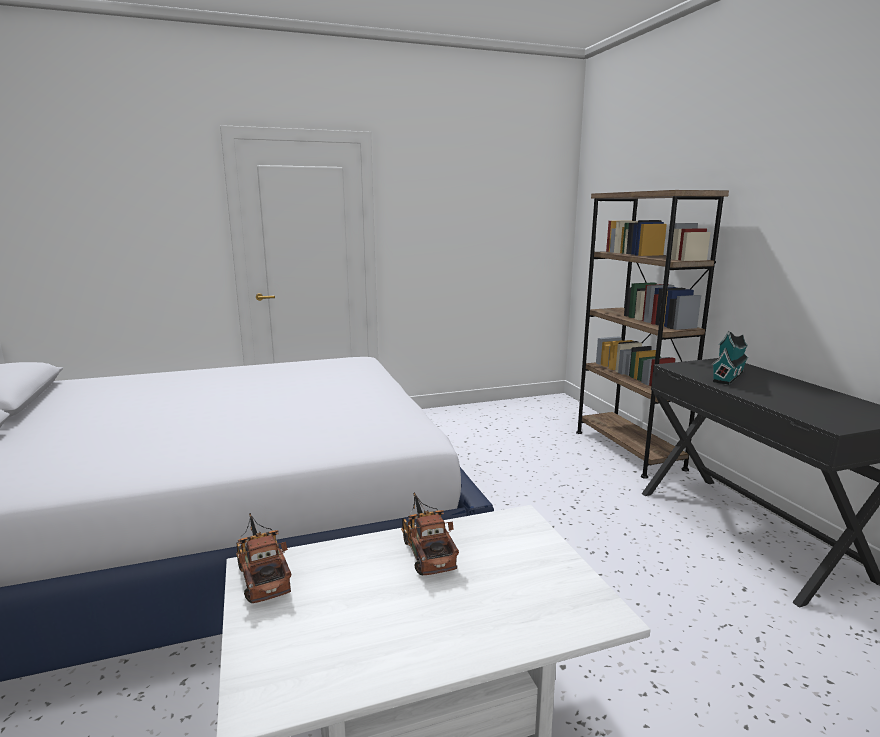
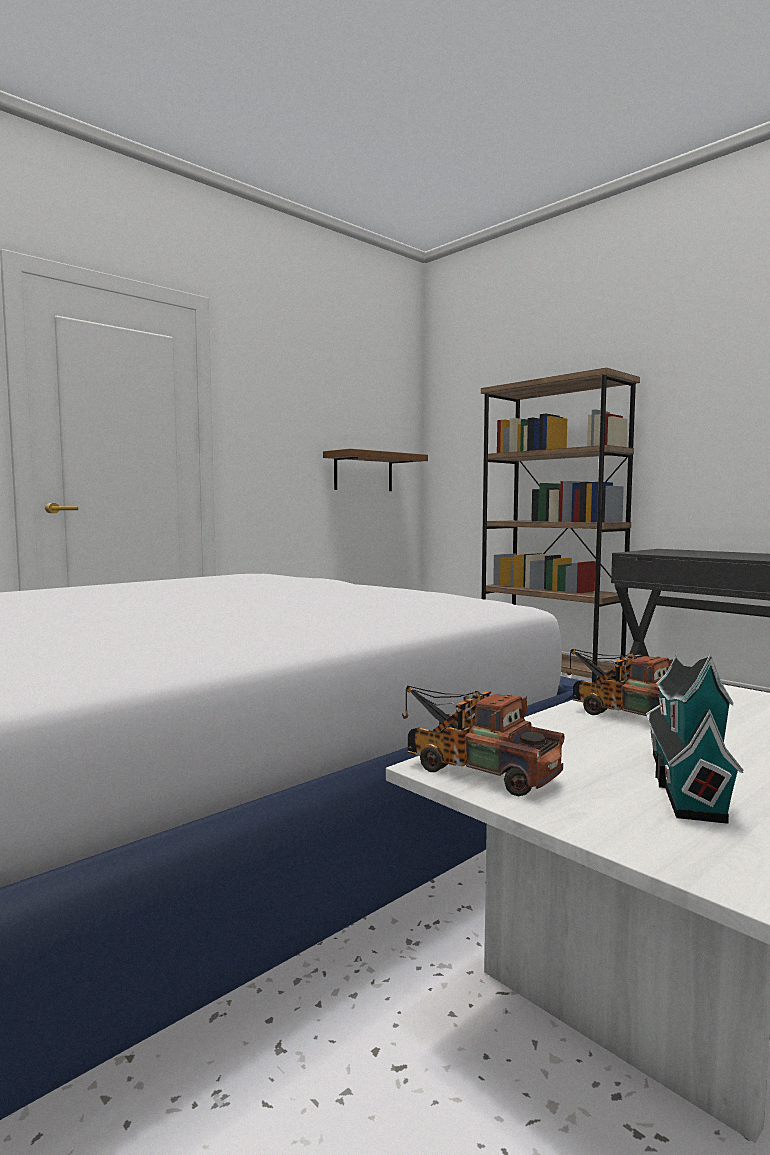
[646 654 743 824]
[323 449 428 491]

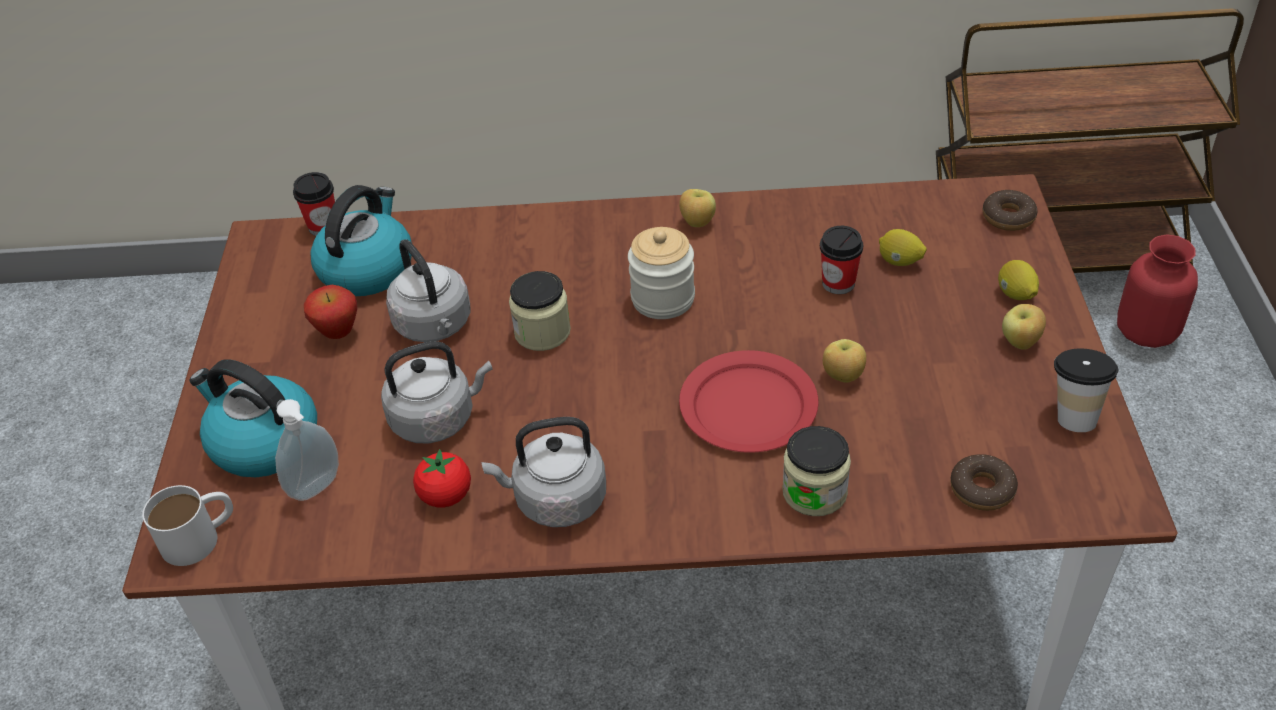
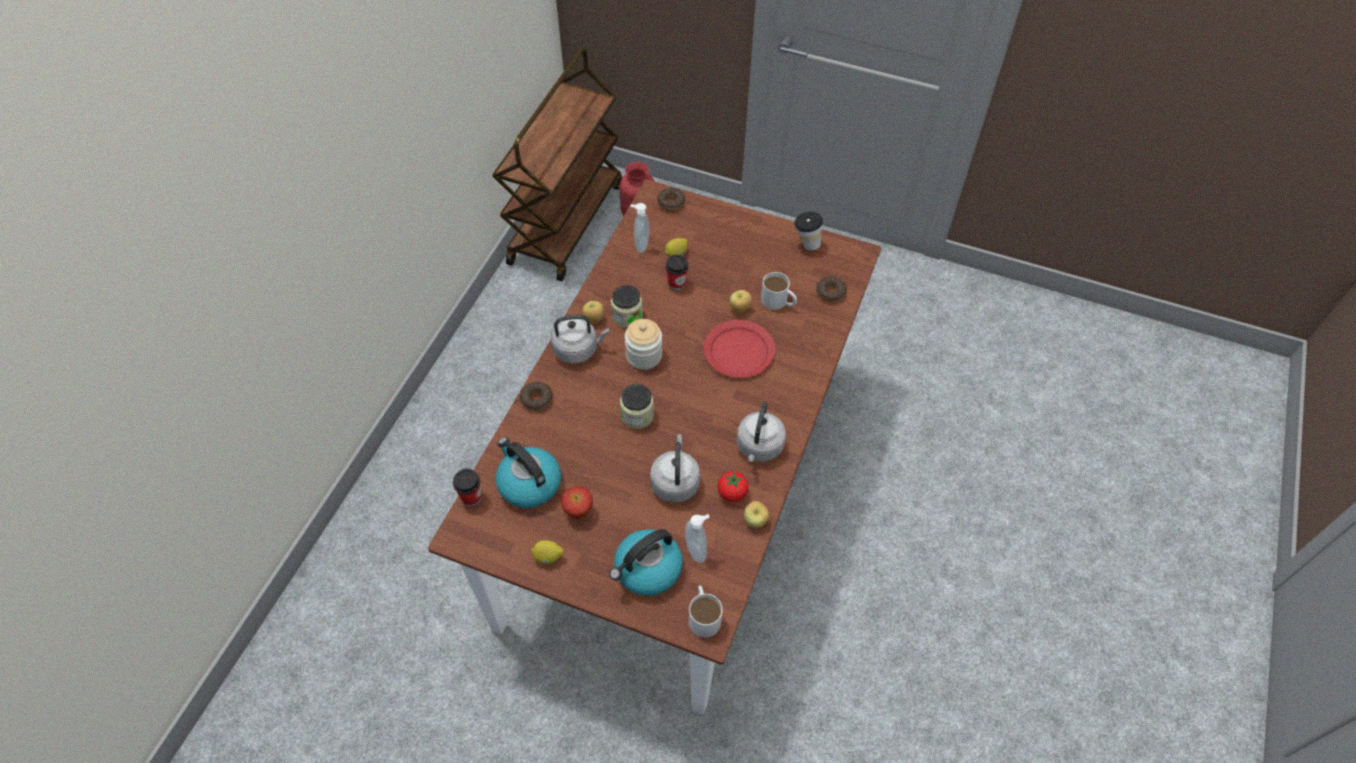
[551 315 610 363]
[531 540 563 564]
[744 501 769 527]
[611 285 643 328]
[631 203 649 253]
[761 272 797 310]
[520 382 553 411]

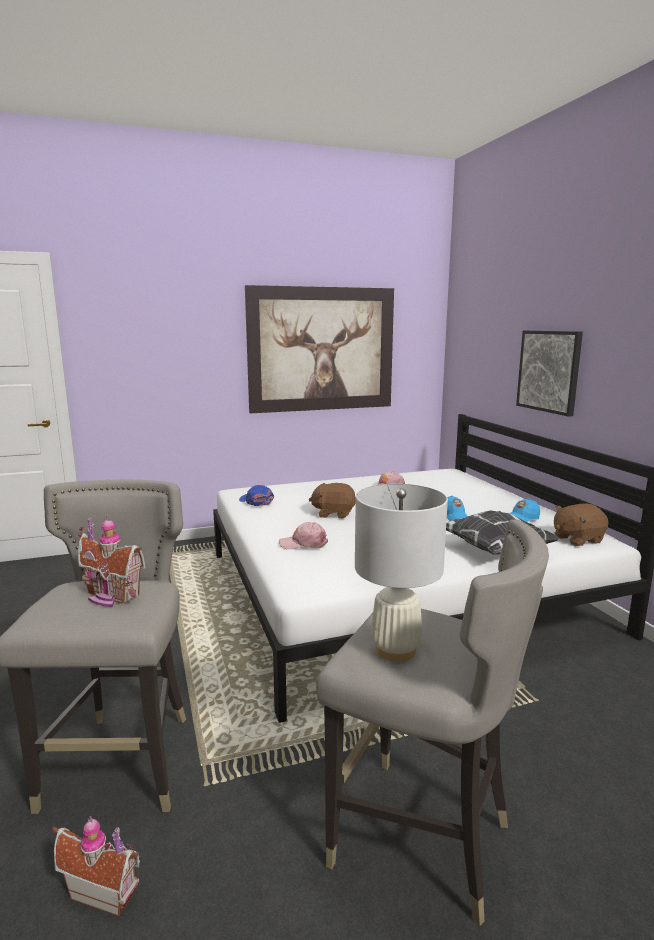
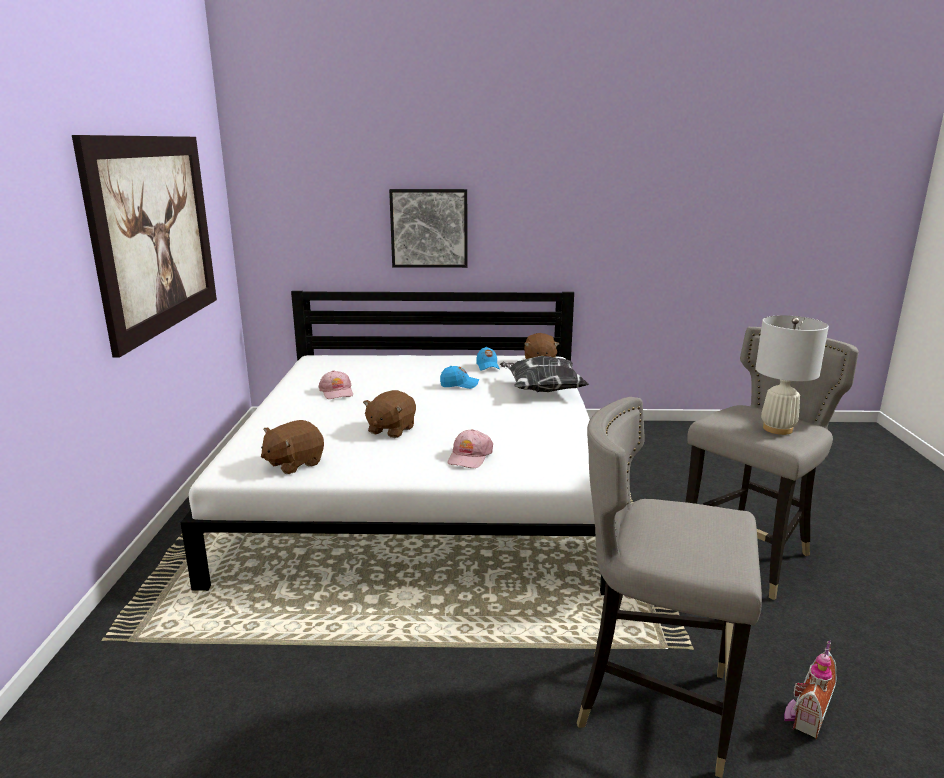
[261 420 324 474]
[78 516 146 607] (first image)

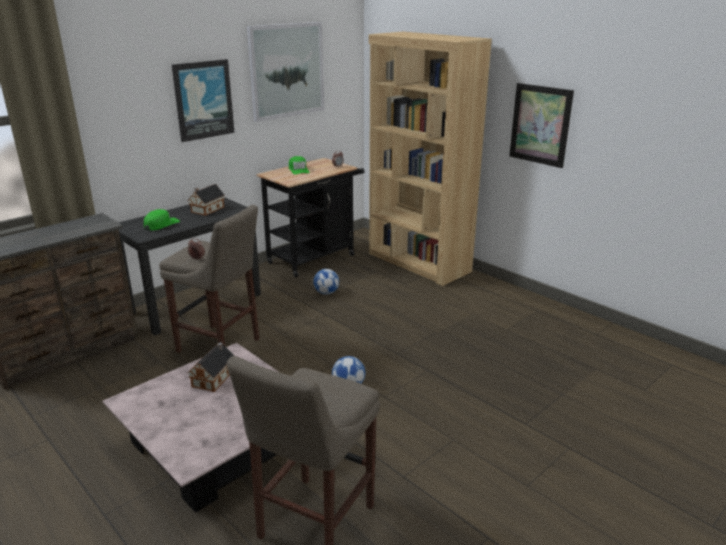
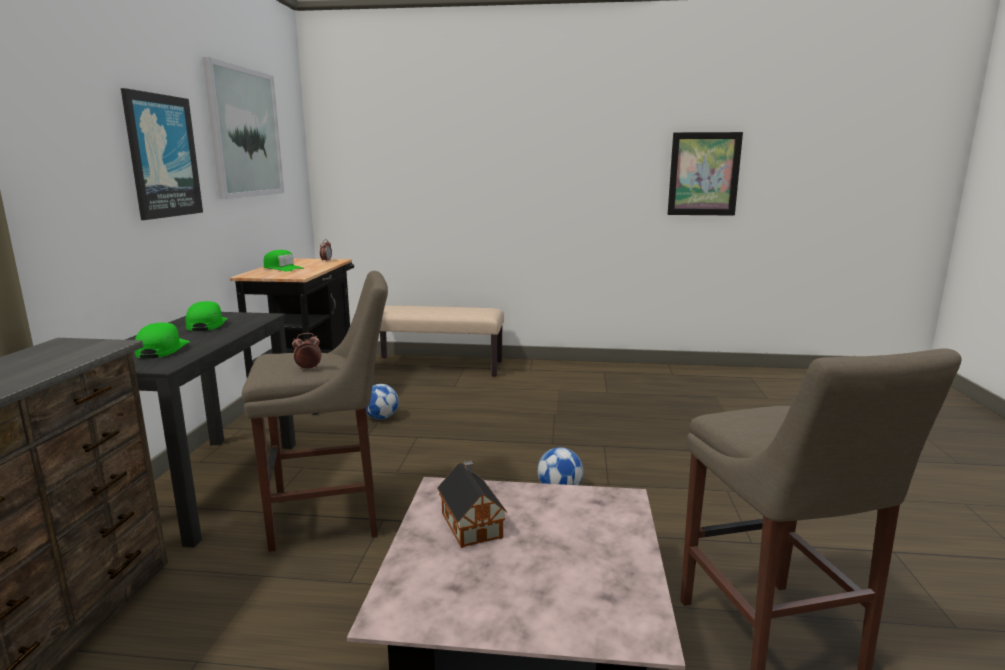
[380 306 504 377]
[667 132 743 216]
[186 301 228 331]

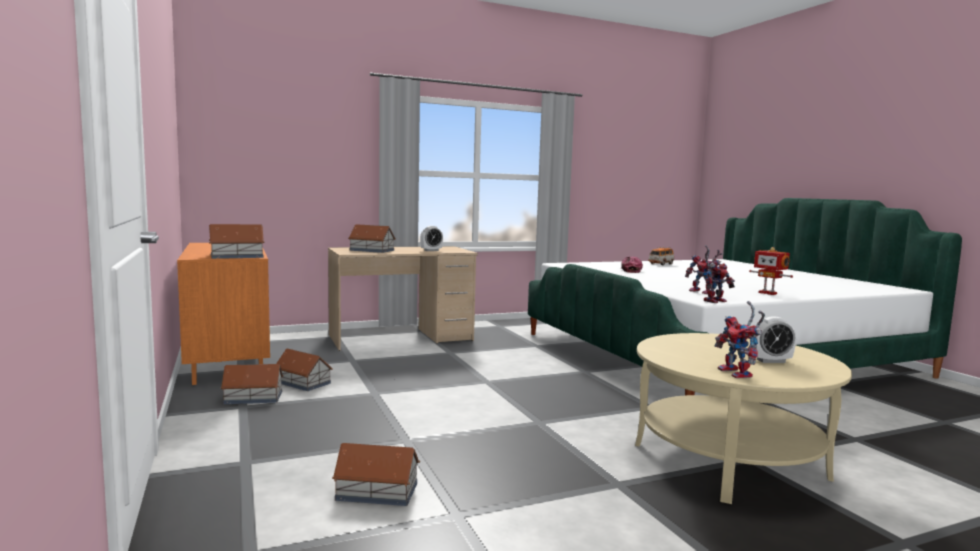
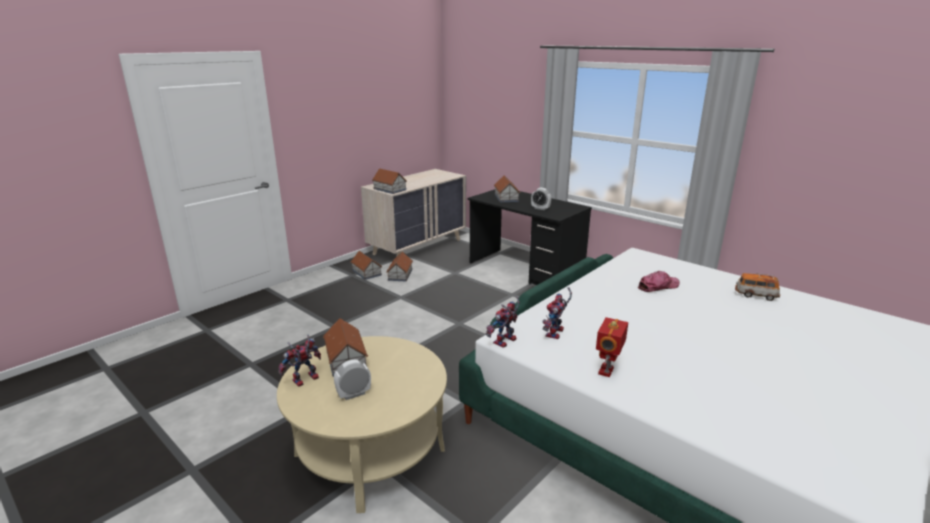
[361 169 466 256]
[467 190 592 285]
[485 296 520 348]
[334 360 371 400]
[323 318 368 377]

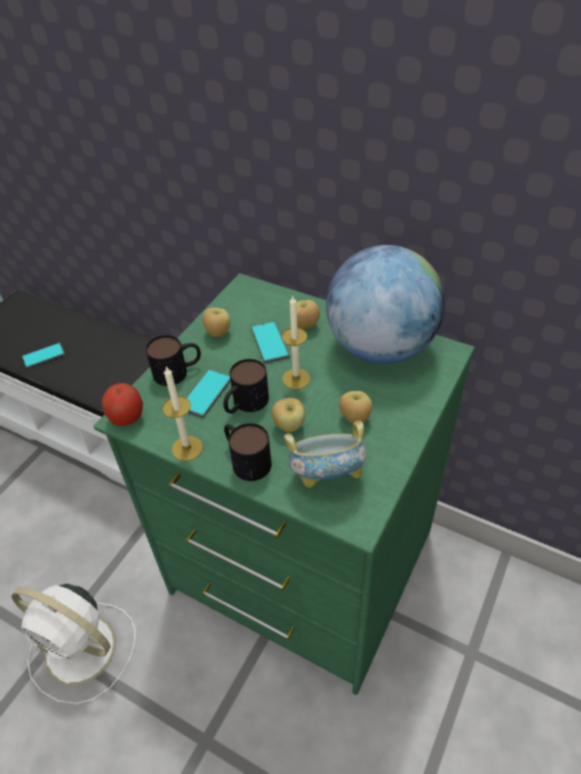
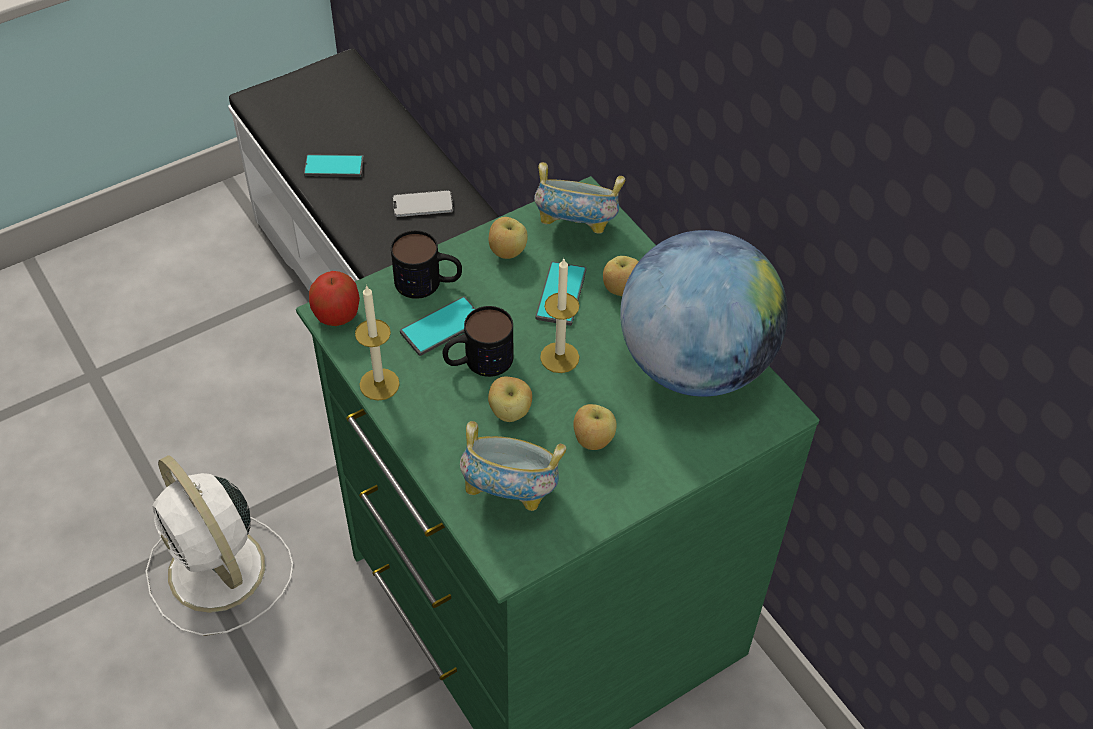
[224 423 271 481] (first image)
[534 162 625 234]
[393 190 453 217]

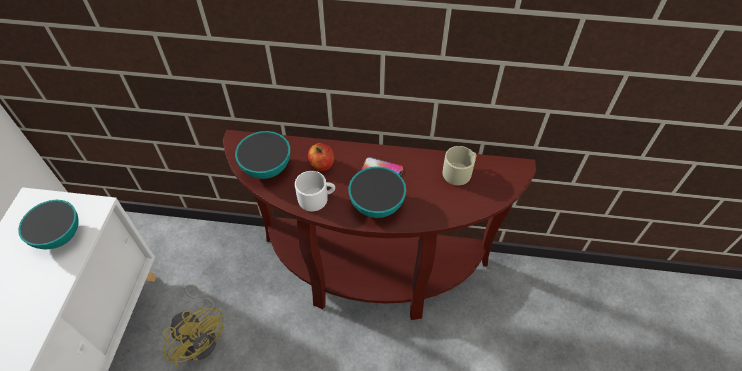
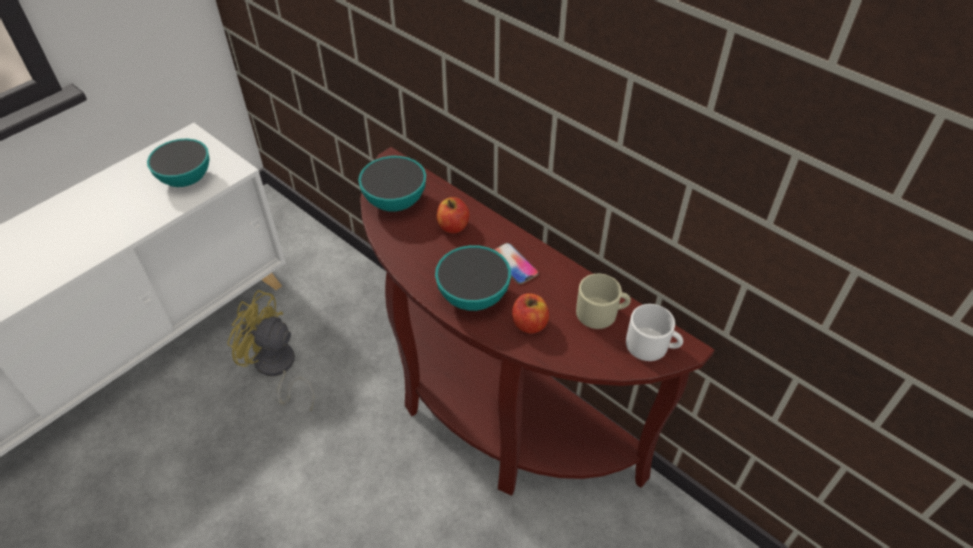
[626 304 683 361]
[228 290 314 411]
[512 293 549 333]

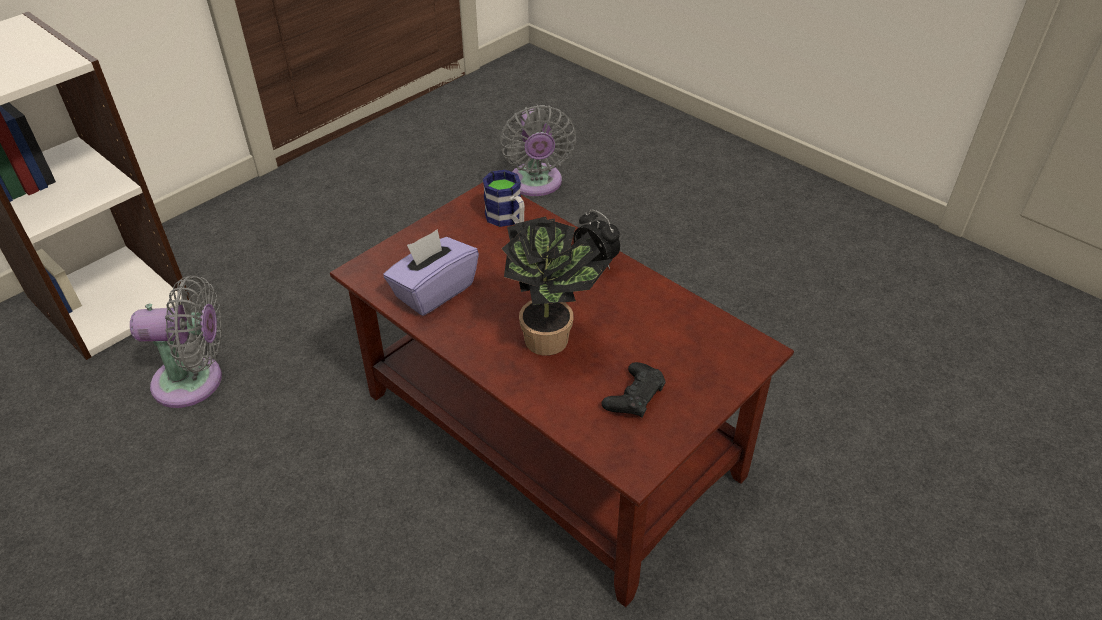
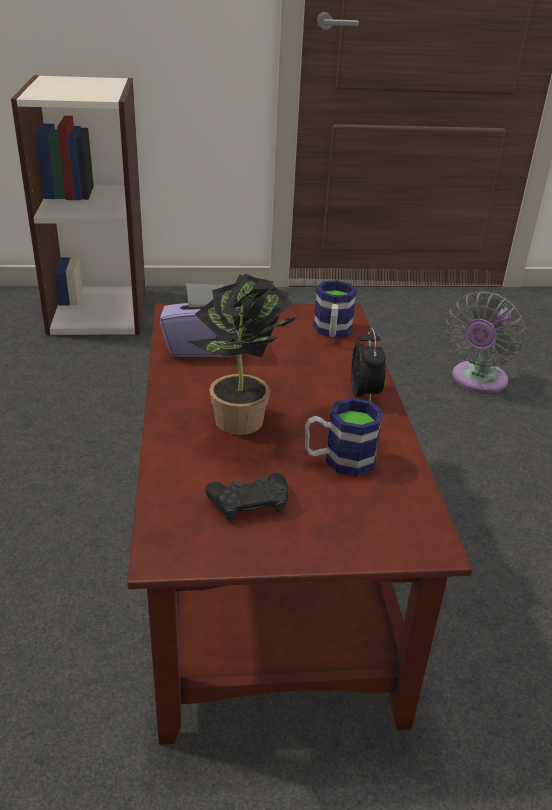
[130 275 222 408] (first image)
[305 398 383 477]

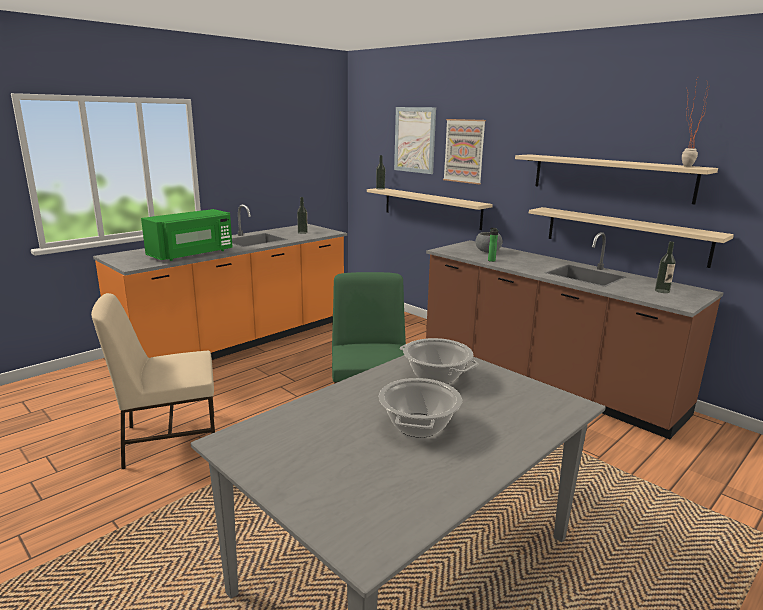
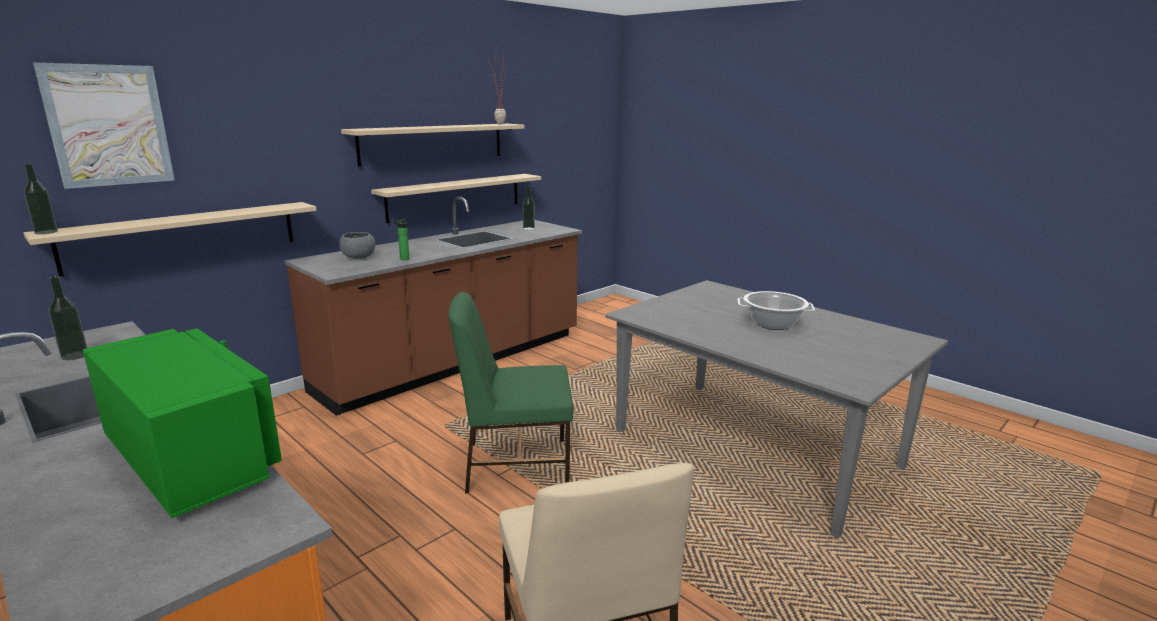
[443 119 486 184] (first image)
[400 338 478 384] (first image)

